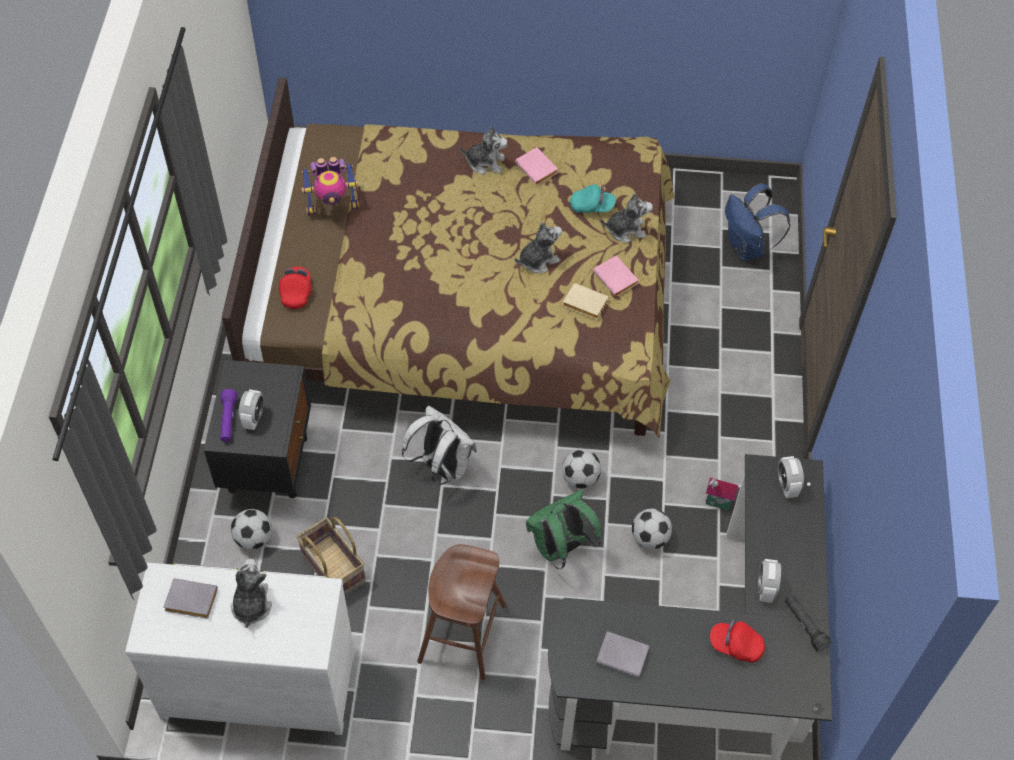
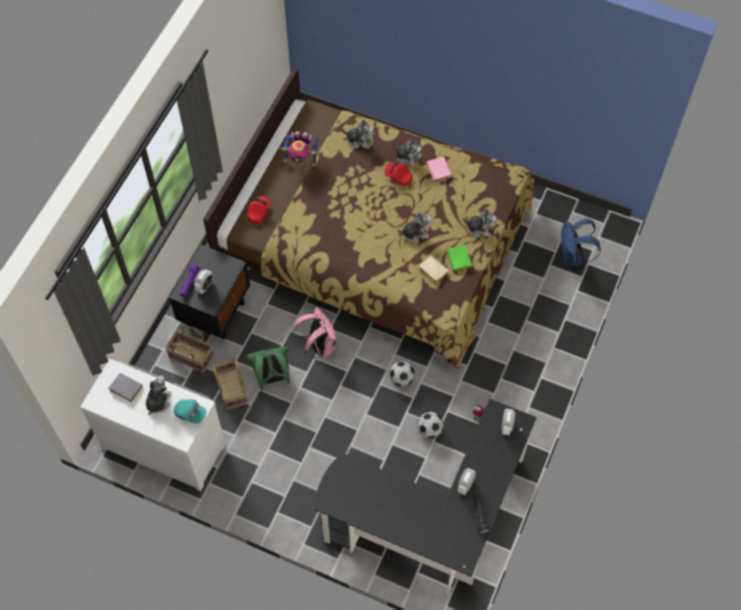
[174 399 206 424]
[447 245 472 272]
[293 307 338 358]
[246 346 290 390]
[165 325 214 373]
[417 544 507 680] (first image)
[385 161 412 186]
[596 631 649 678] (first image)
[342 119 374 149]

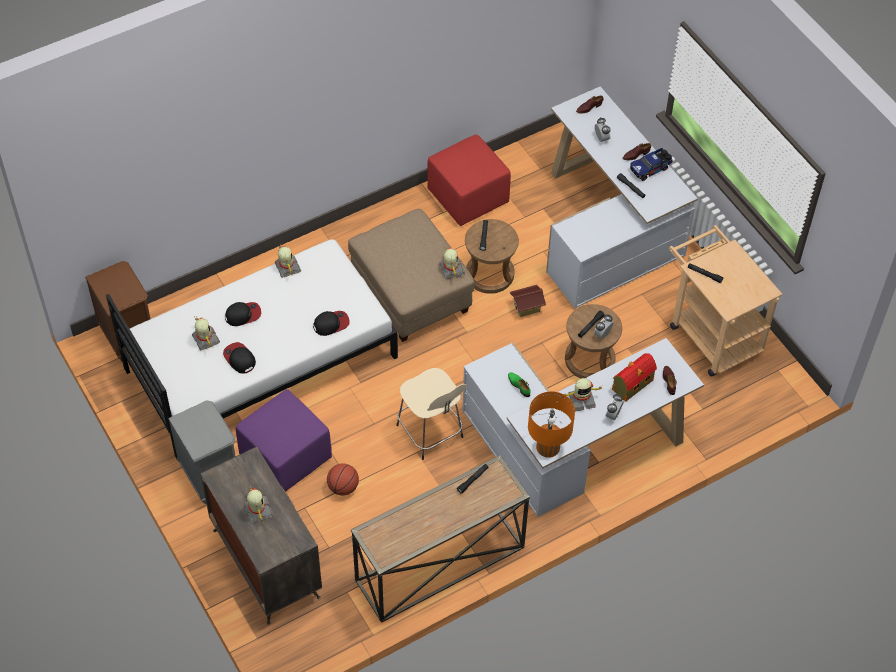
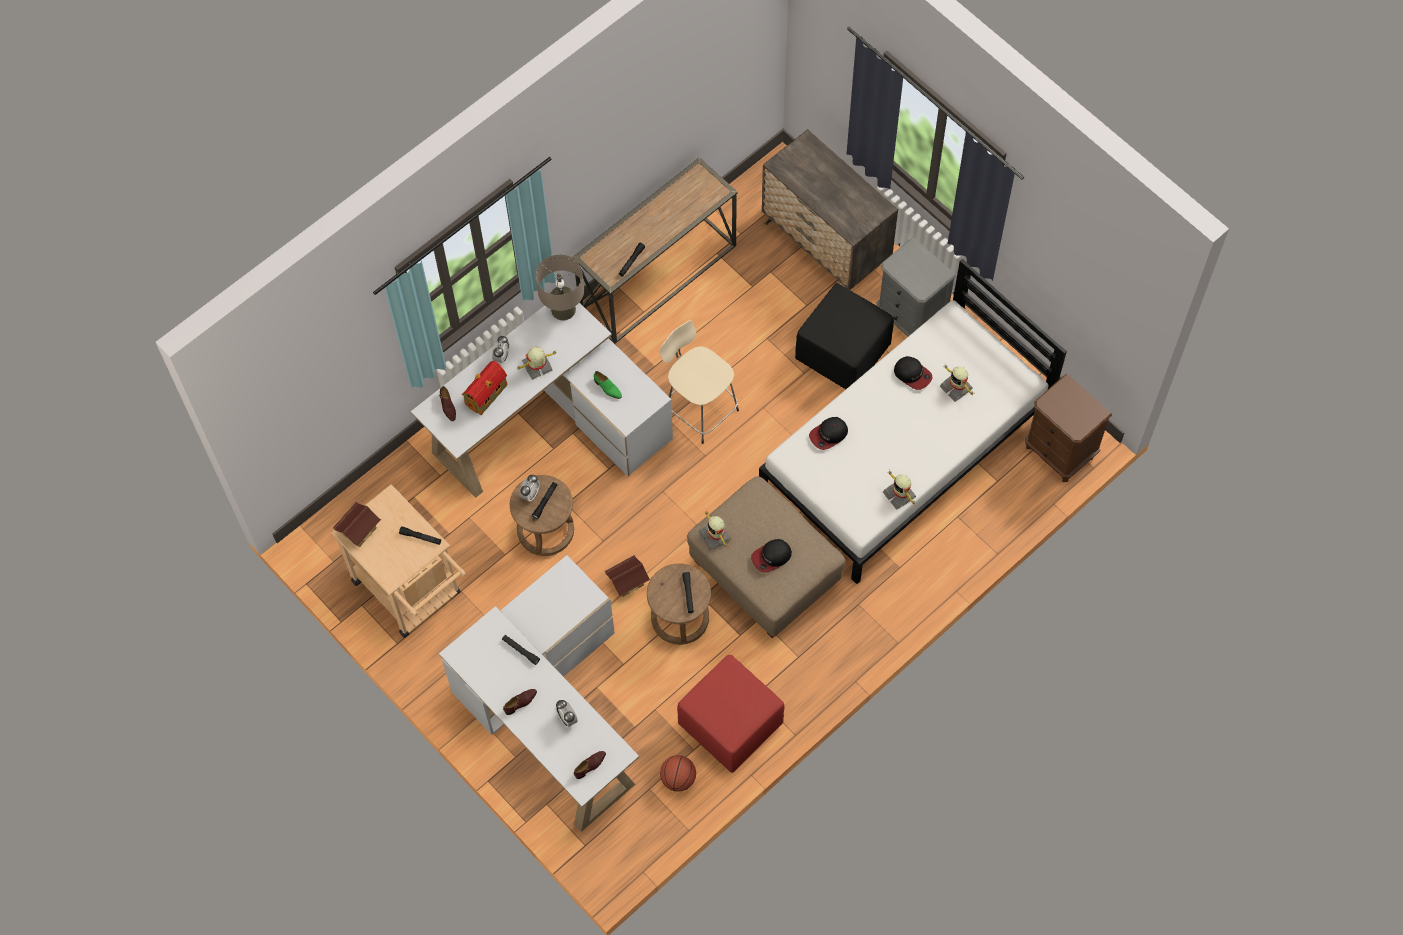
[630 148 673 181] (first image)
[751 539 792 573]
[795 283 894 389]
[536 255 584 321]
[660 755 696 792]
[244 485 274 523] (first image)
[333 502 381 547]

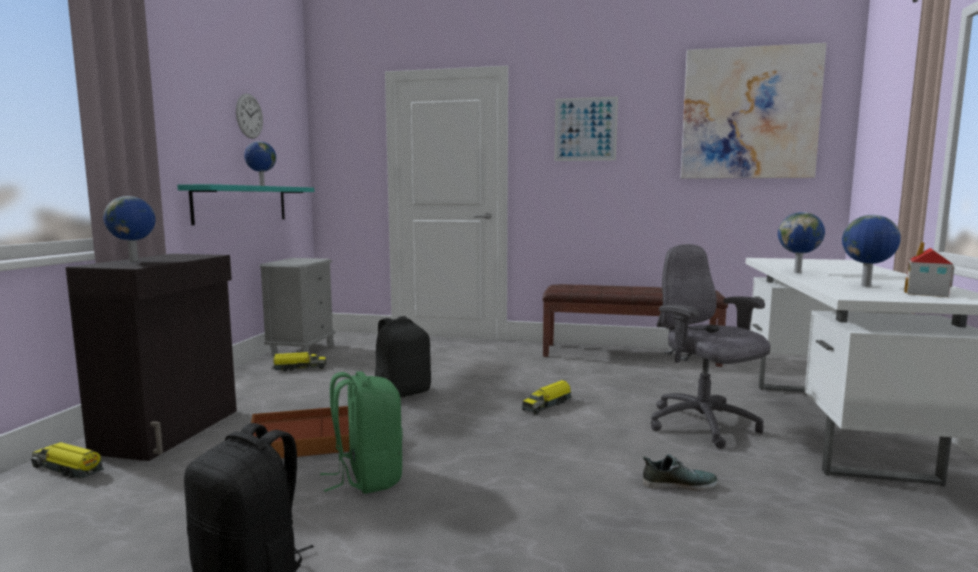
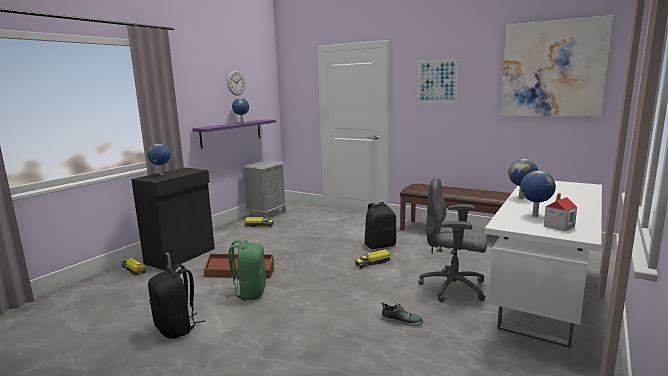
[193 119 276 149]
[419 178 488 302]
[365 202 396 249]

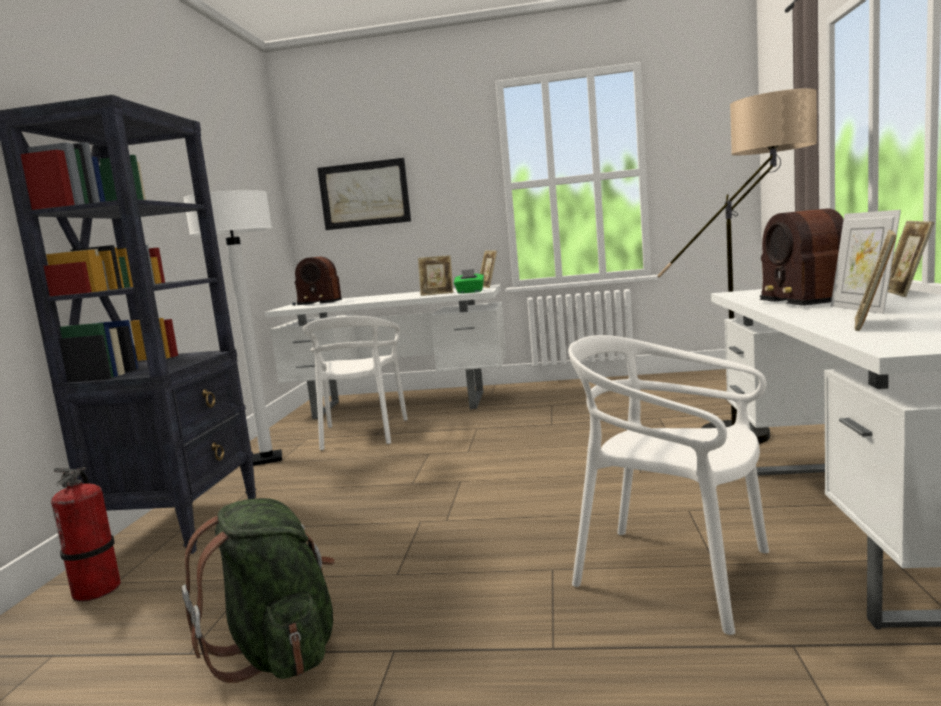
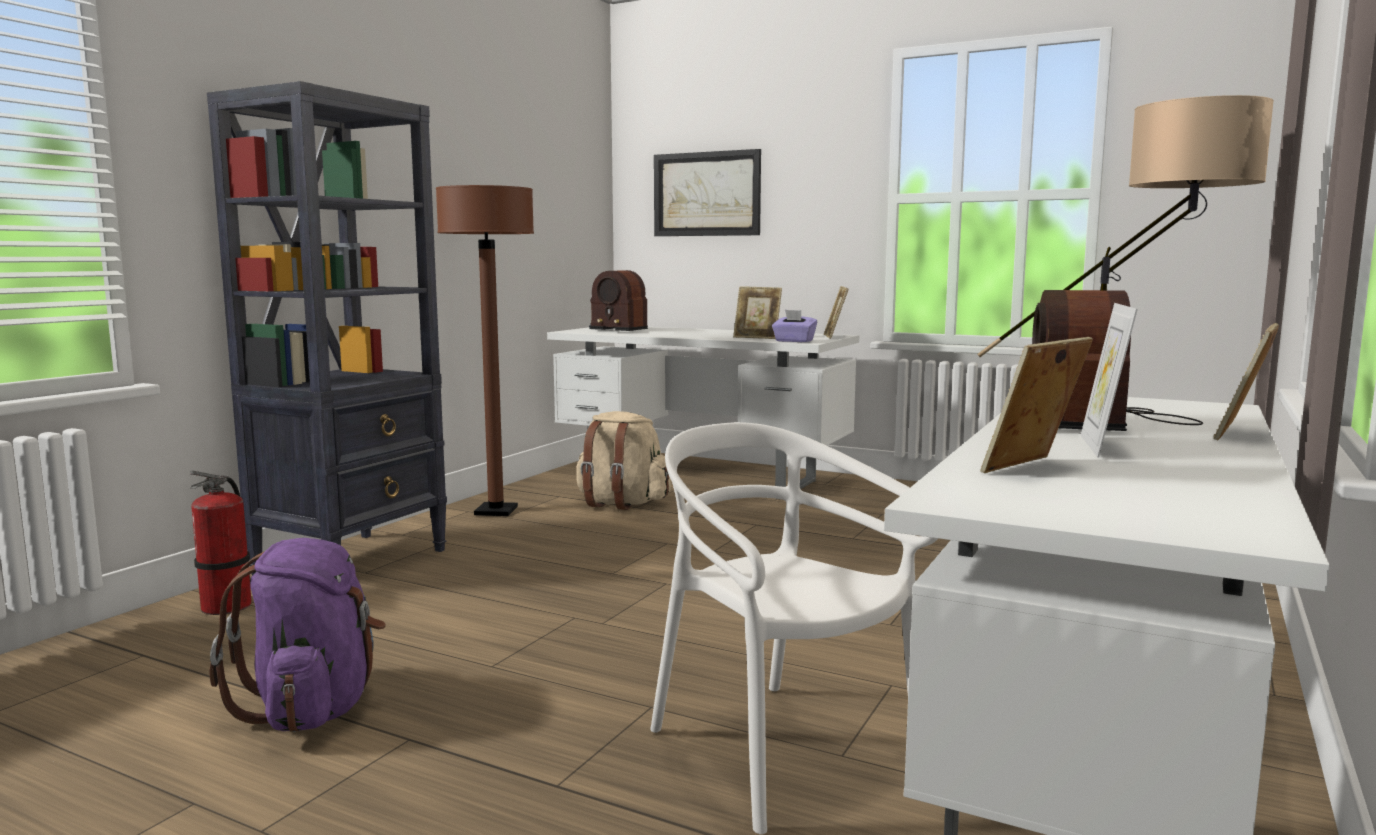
[436 185 534 516]
[772 310 817 342]
[576 411 671 510]
[209 538 386 732]

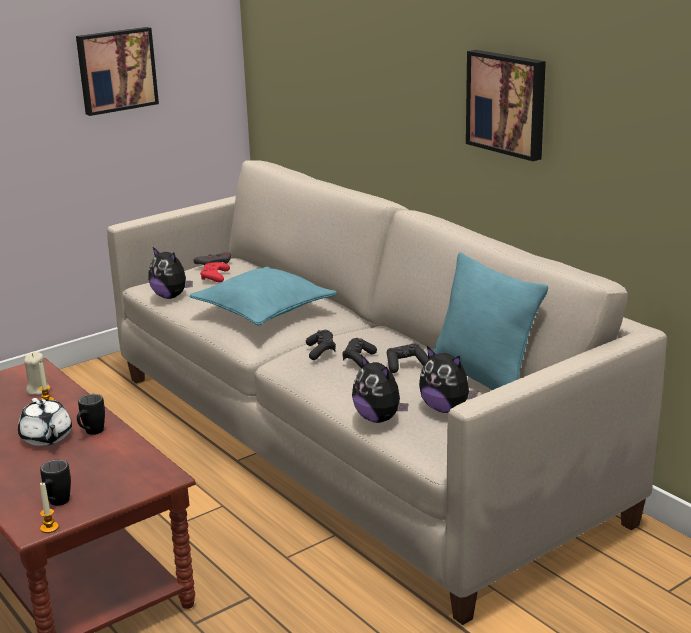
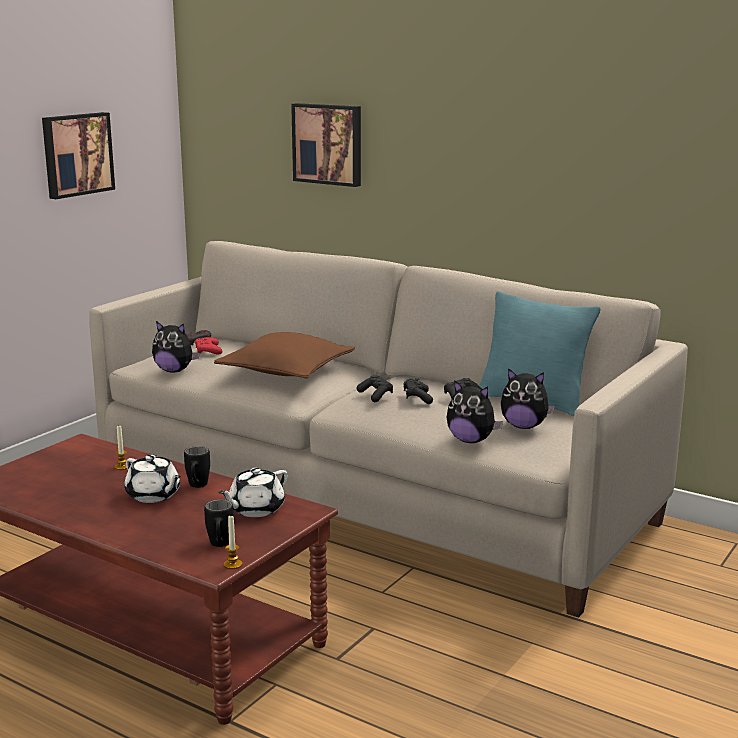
[291 103 361 187]
[214 332 355 379]
[24 352 51 395] (first image)
[219 468 287 517]

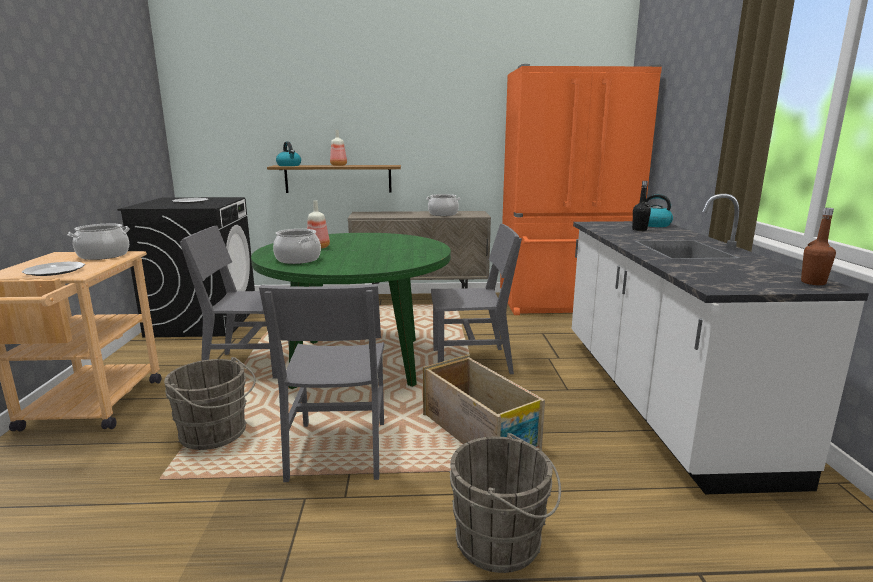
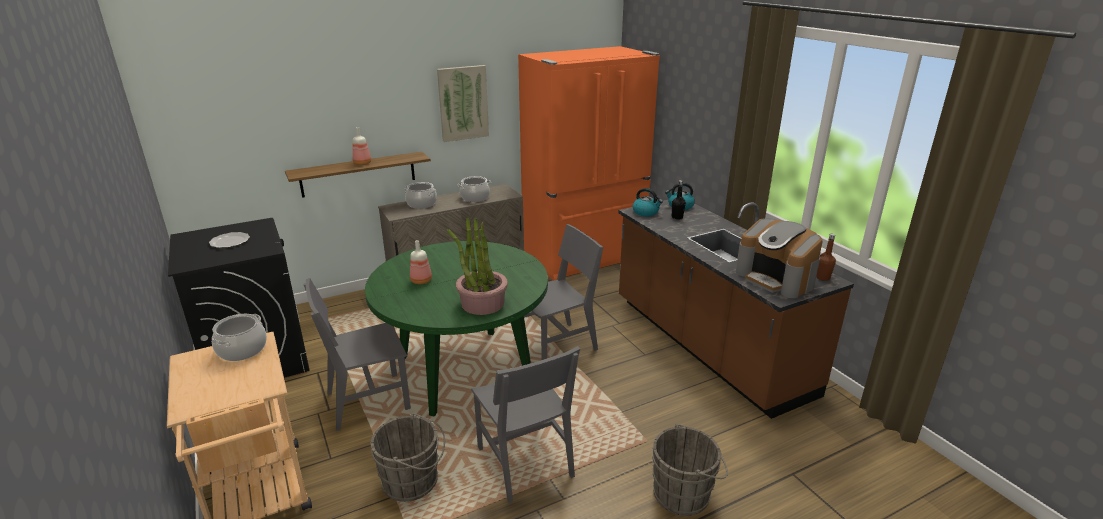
[633 188 663 216]
[618 200 854 419]
[404 182 437 209]
[22 262 85 276] (first image)
[423 354 545 451] (first image)
[437 65 489 142]
[447 217 508 315]
[736 218 823 298]

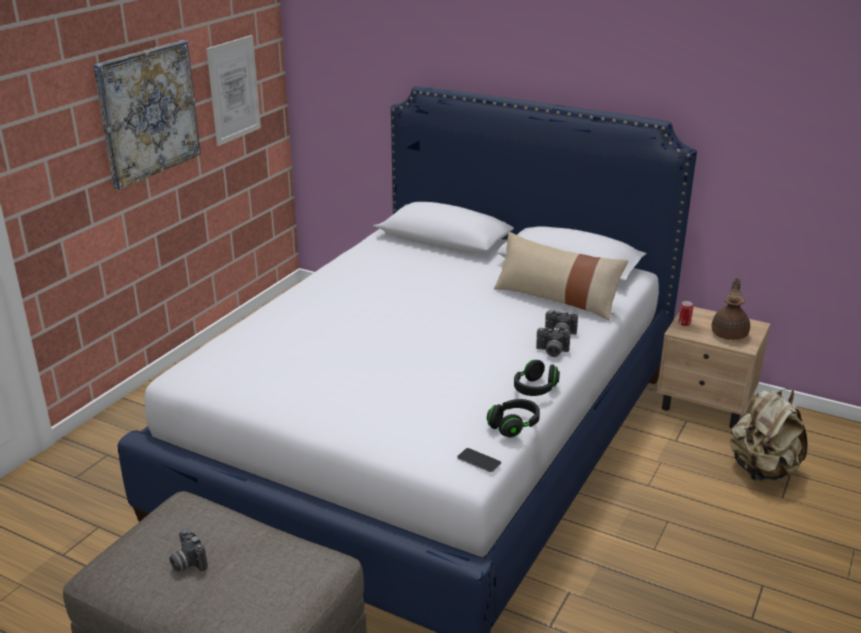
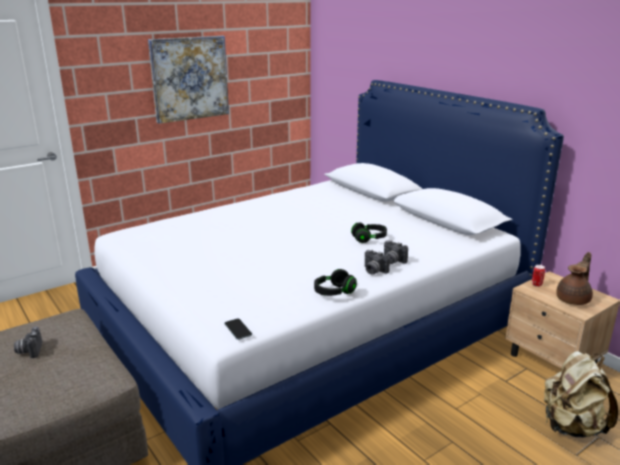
[206 35 261 146] (first image)
[494 232 628 321] (first image)
[351 222 387 243]

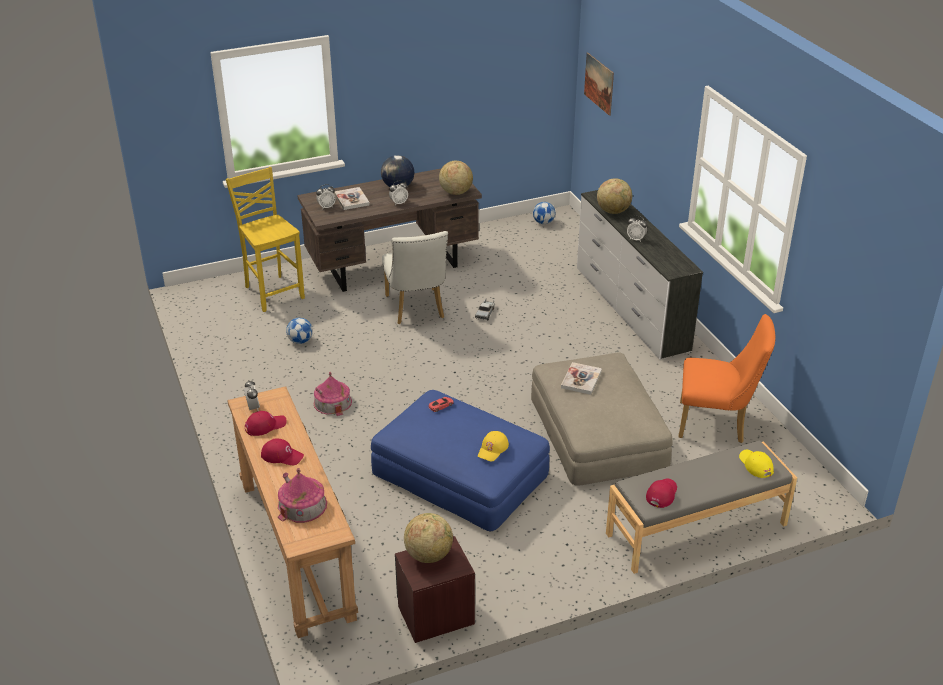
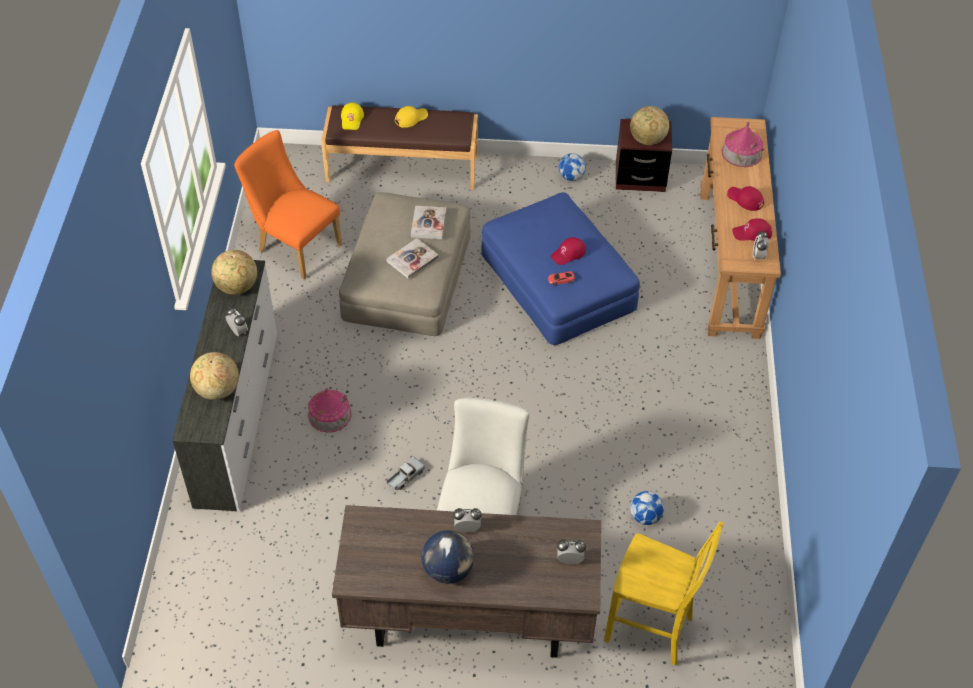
[584 52 614 116] (first image)
[211 250 257 295]
[604 521 724 666]
[411 206 446 239]
[559 153 586 181]
[308 388 352 433]
[395 106 428 128]
[321 105 478 190]
[551 237 586 265]

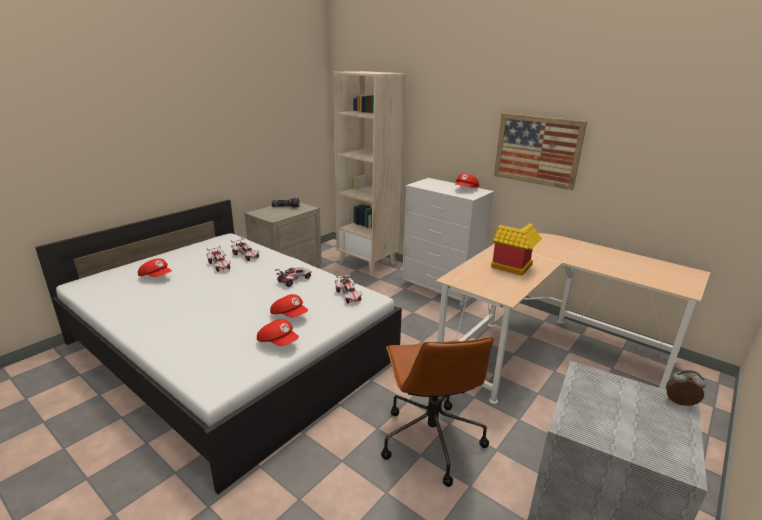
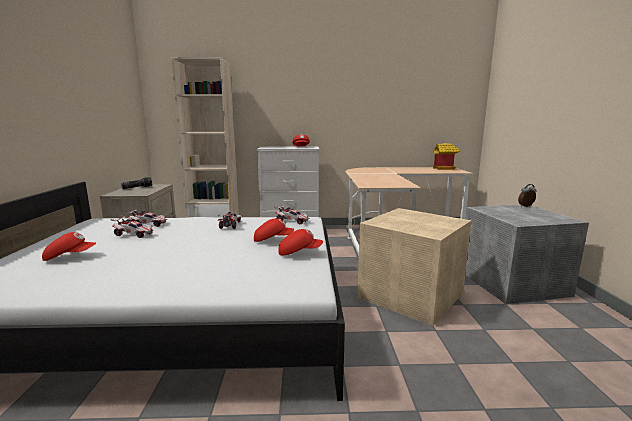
[494 113 587 190] (first image)
[433 143 461 170]
[357 208 471 326]

